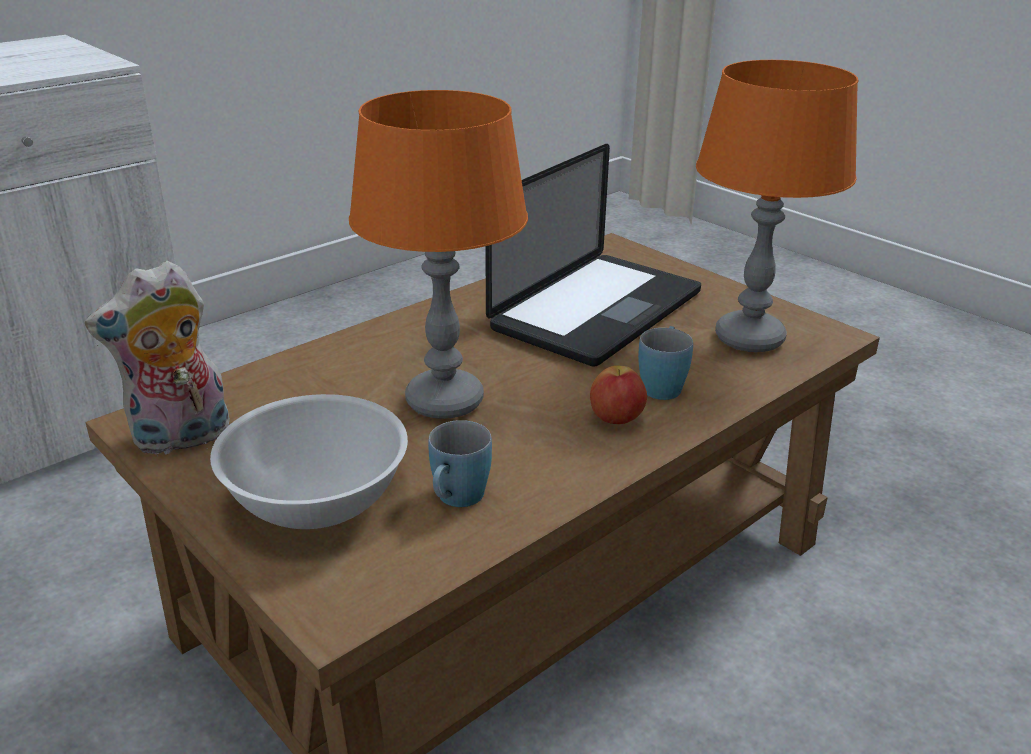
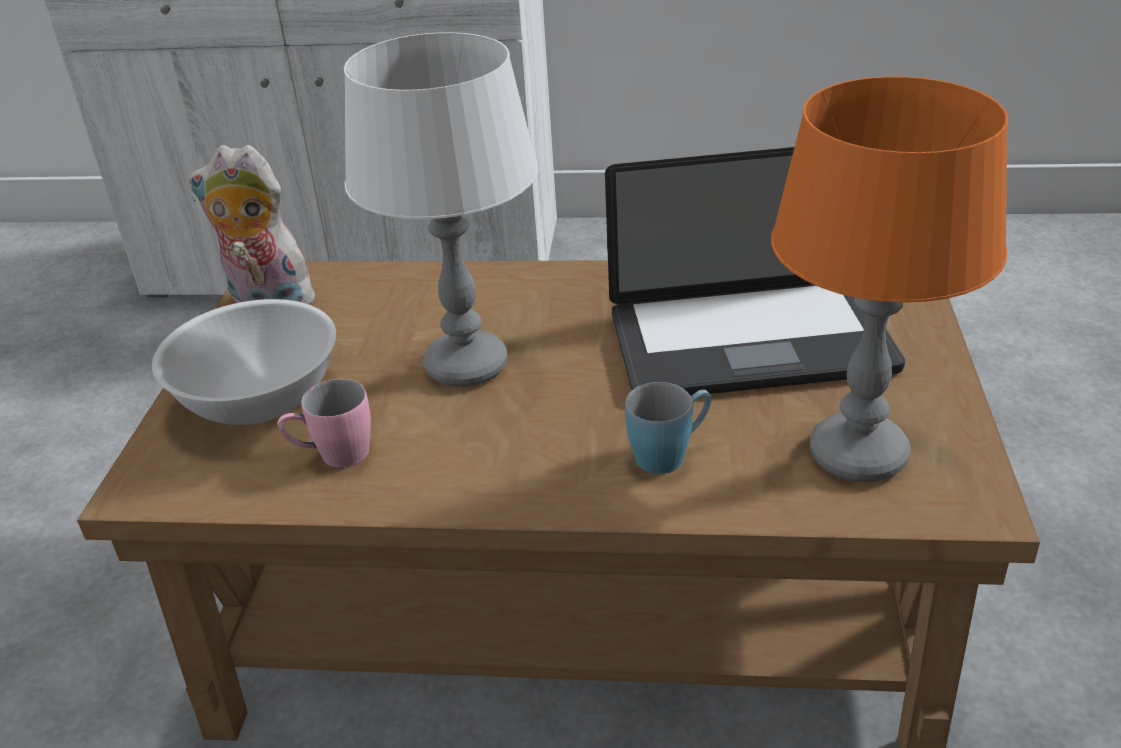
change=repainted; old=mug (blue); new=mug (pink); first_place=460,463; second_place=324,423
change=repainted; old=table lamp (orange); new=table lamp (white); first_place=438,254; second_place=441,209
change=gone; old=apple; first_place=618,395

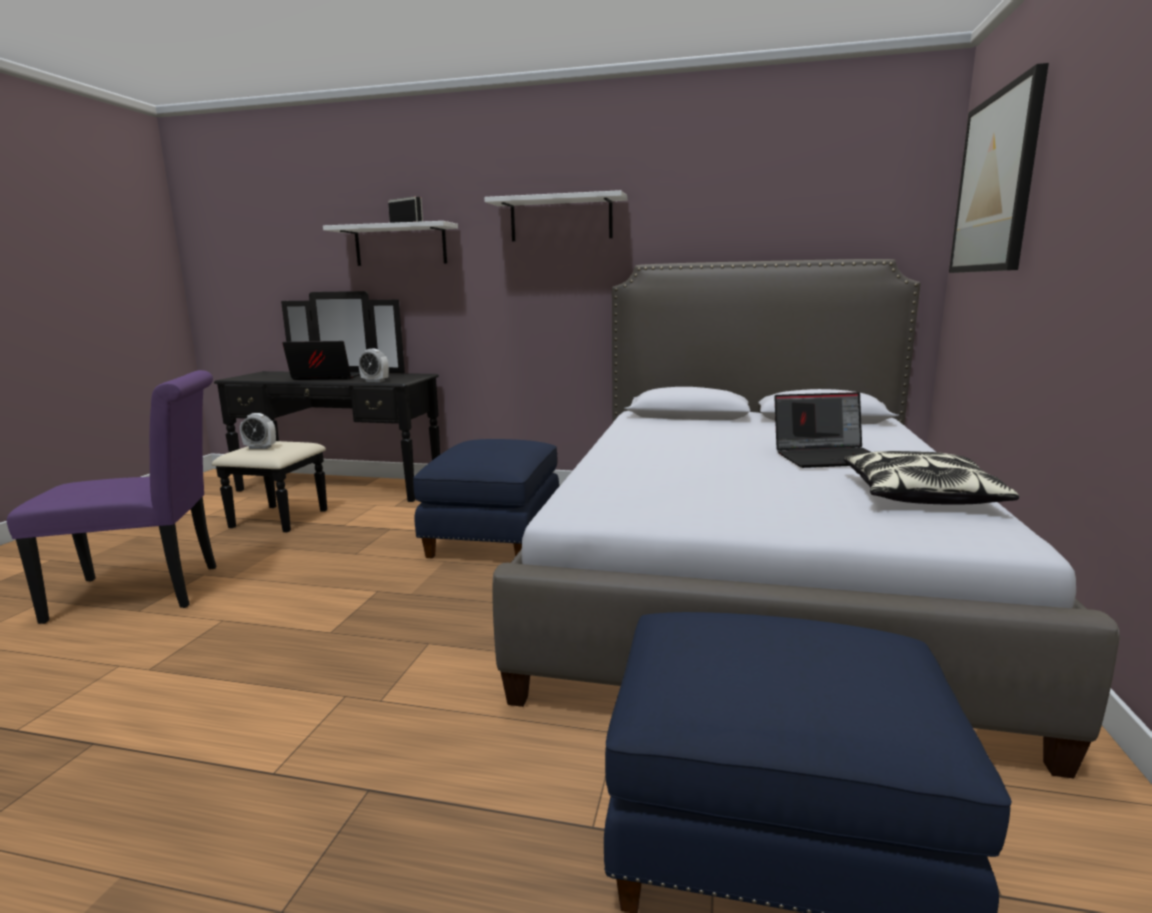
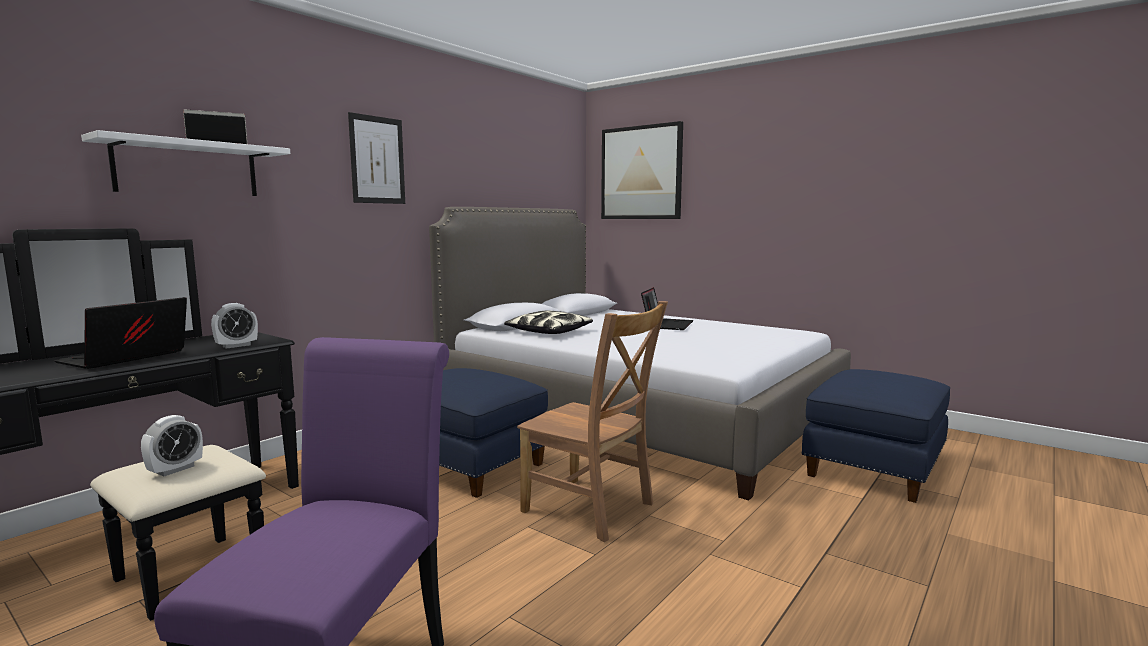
change=swapped; old=shelf (white); new=picture; first_place=555,215; second_place=376,158
change=shifted; old=pillow; first_place=931,478; second_place=548,322
change=new; new=chair (brown); second_place=592,421

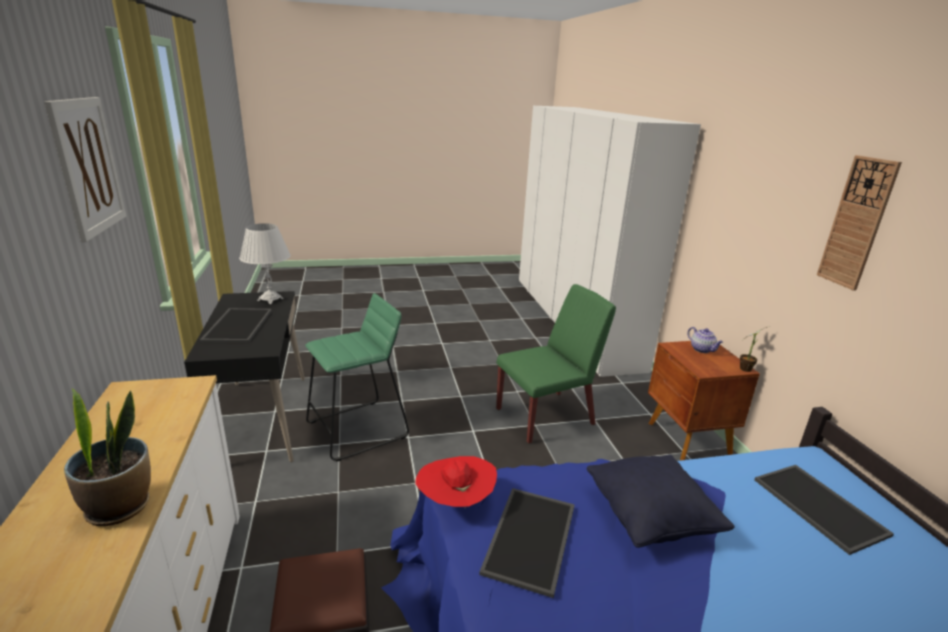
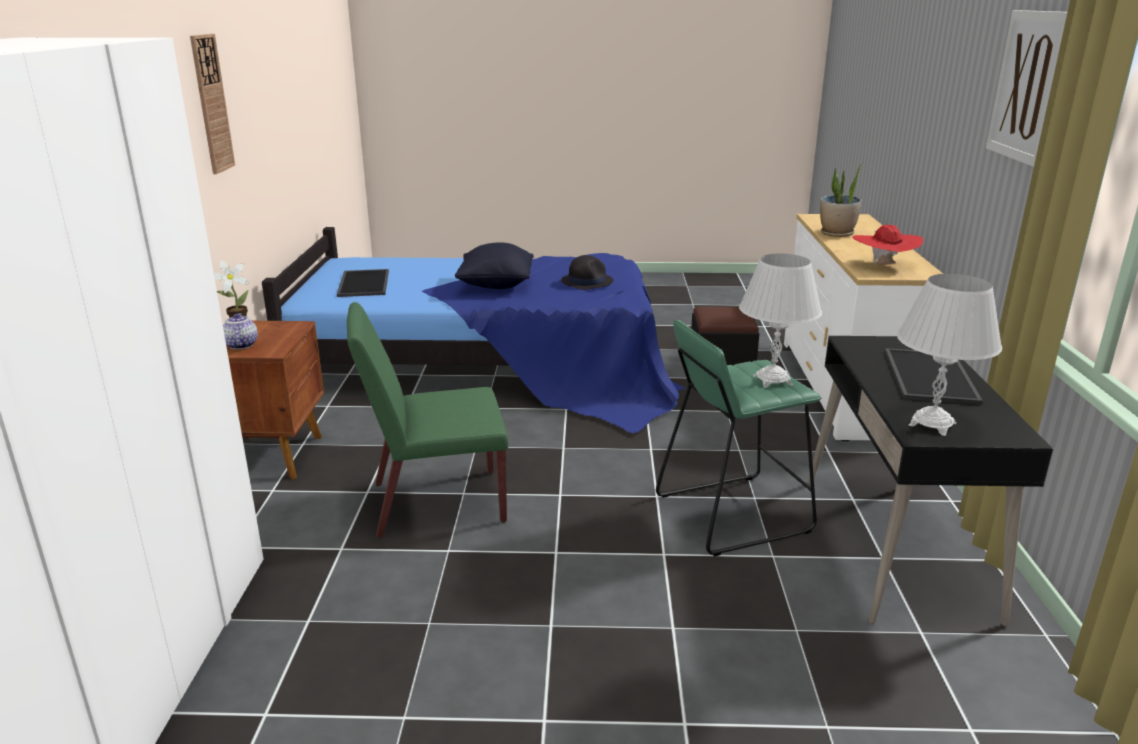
change=swapped; old=tray; new=hat (black); first_place=527,543; second_place=587,272
change=new; new=table lamp (white); second_place=780,320
change=shifted; old=hat (red); first_place=456,482; second_place=887,245

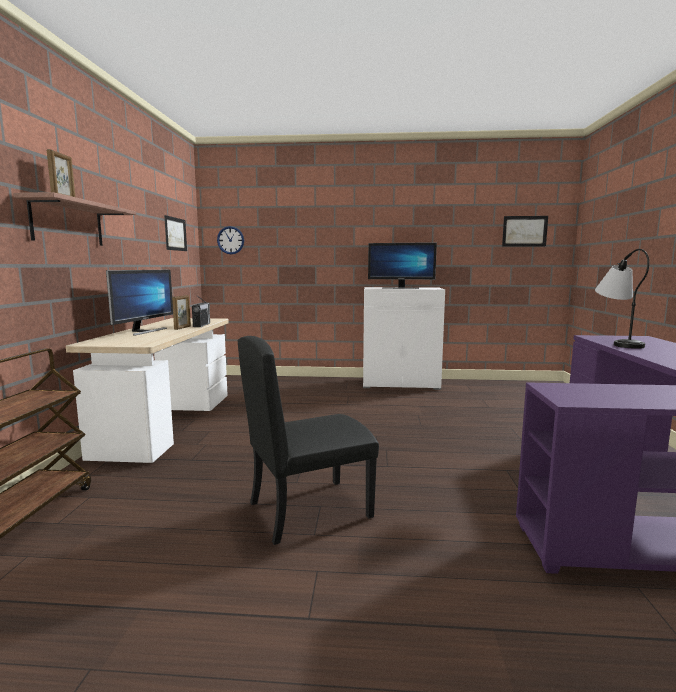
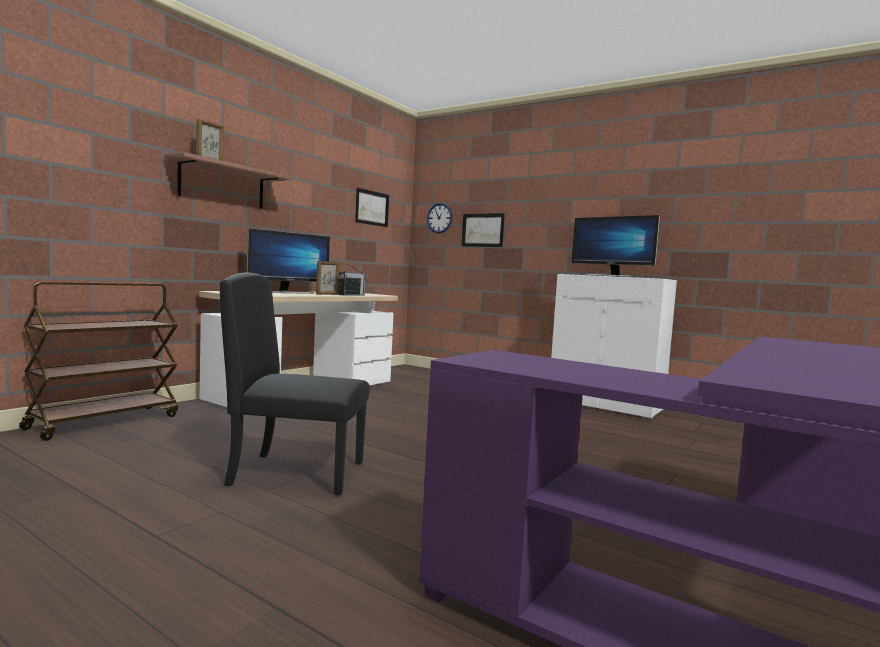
change=shifted; old=picture; first_place=525,231; second_place=483,230
change=gone; old=table lamp; first_place=622,299

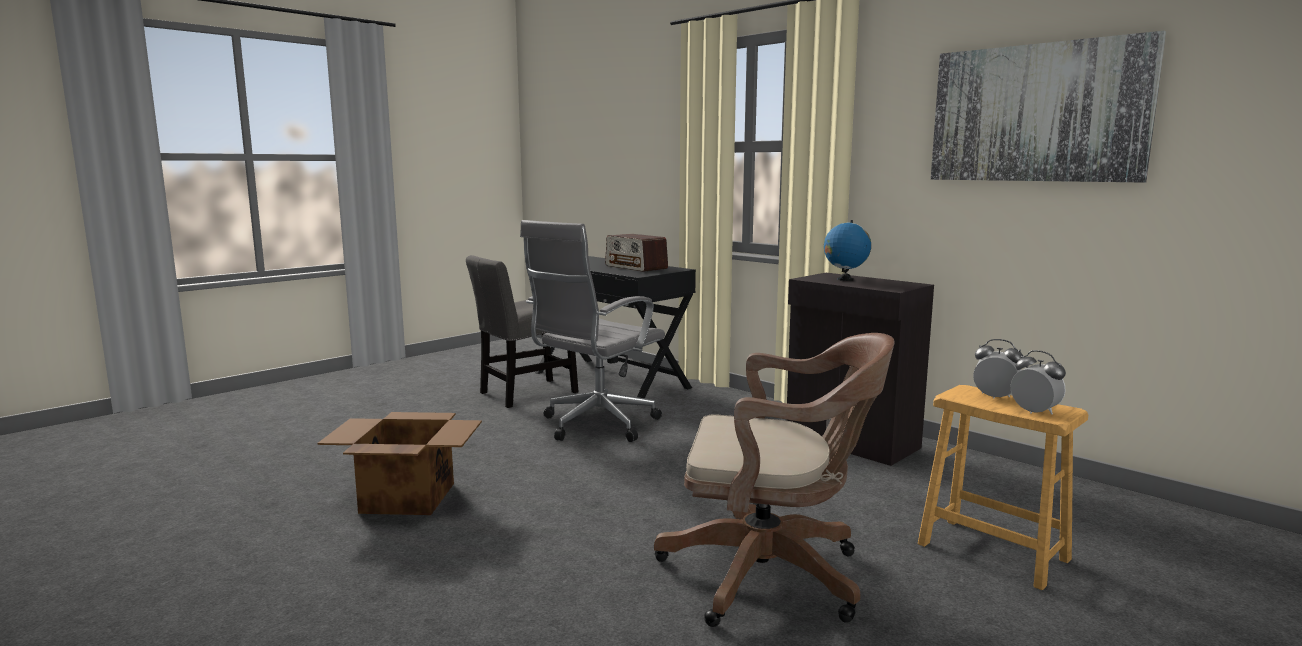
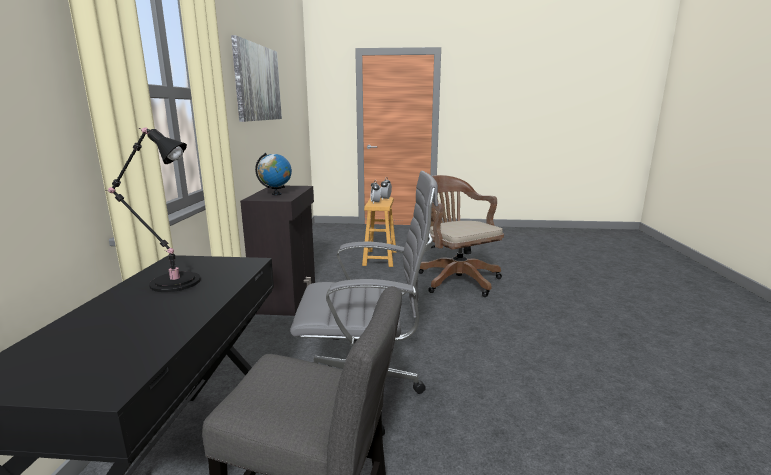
change=swapped; old=radio; new=table lamp (black); first_place=636,253; second_place=153,209
change=gone; old=cardboard box; first_place=399,463

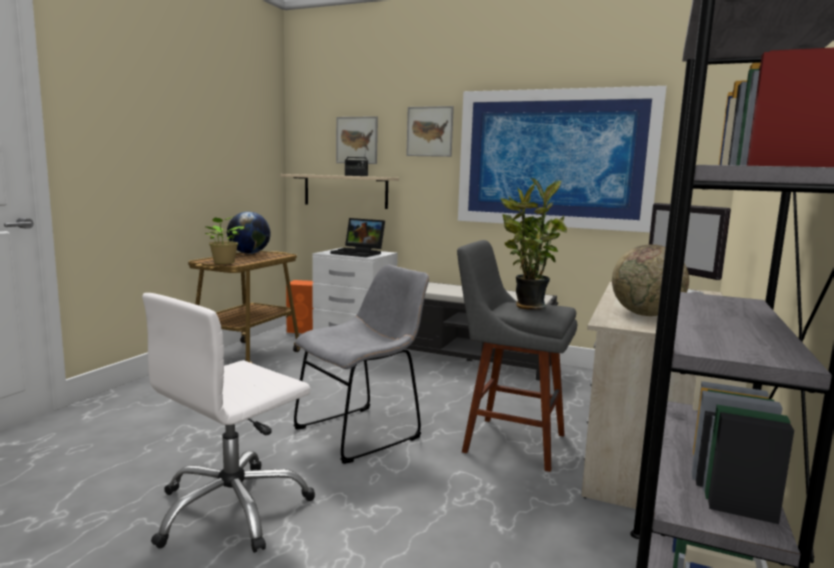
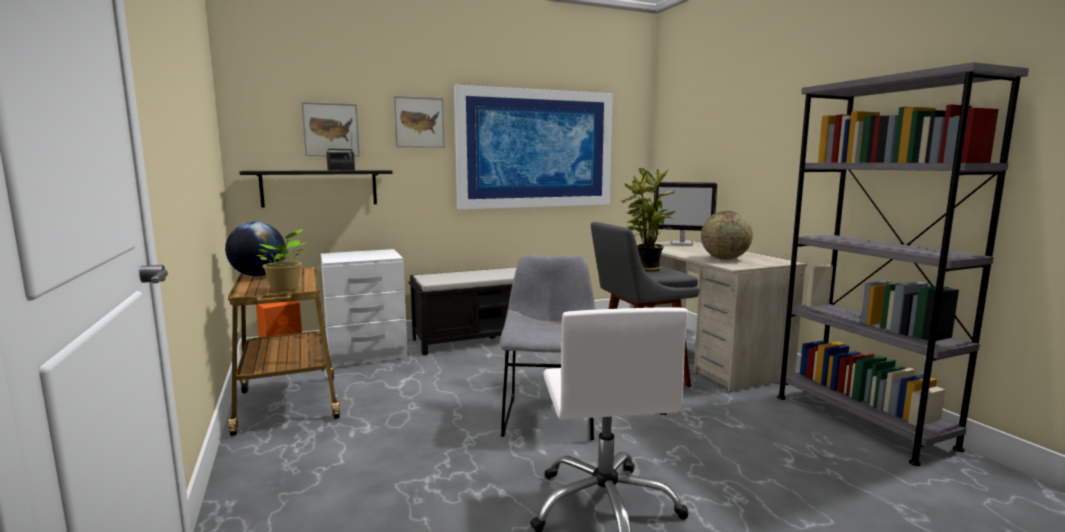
change=repainted; old=shelf (beige); new=shelf (black); first_place=340,191; second_place=316,189
change=gone; old=laptop; first_place=357,237

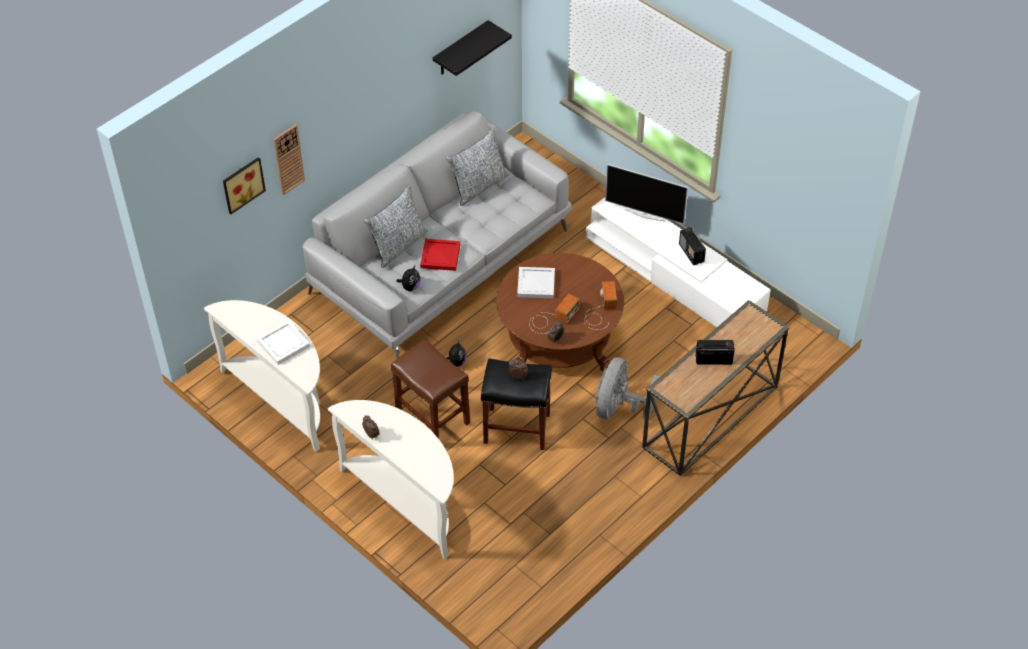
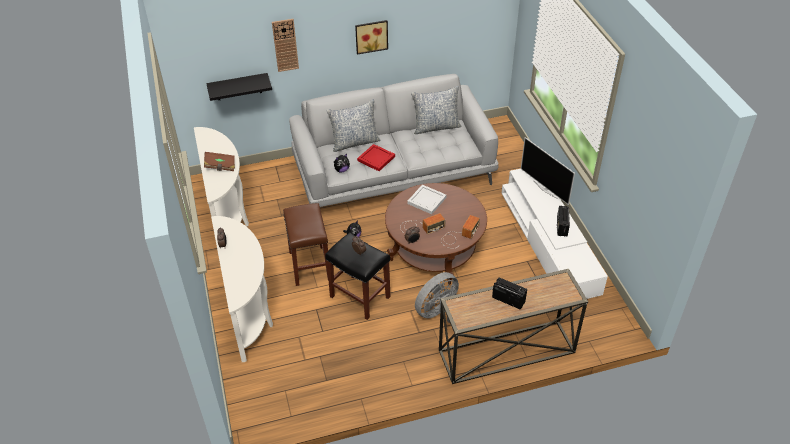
change=swapped; old=tray (white); new=book (brown); first_place=283,342; second_place=219,161
change=shifted; old=shelf (black); first_place=472,48; second_place=239,87
change=shifted; old=picture; first_place=244,185; second_place=371,37

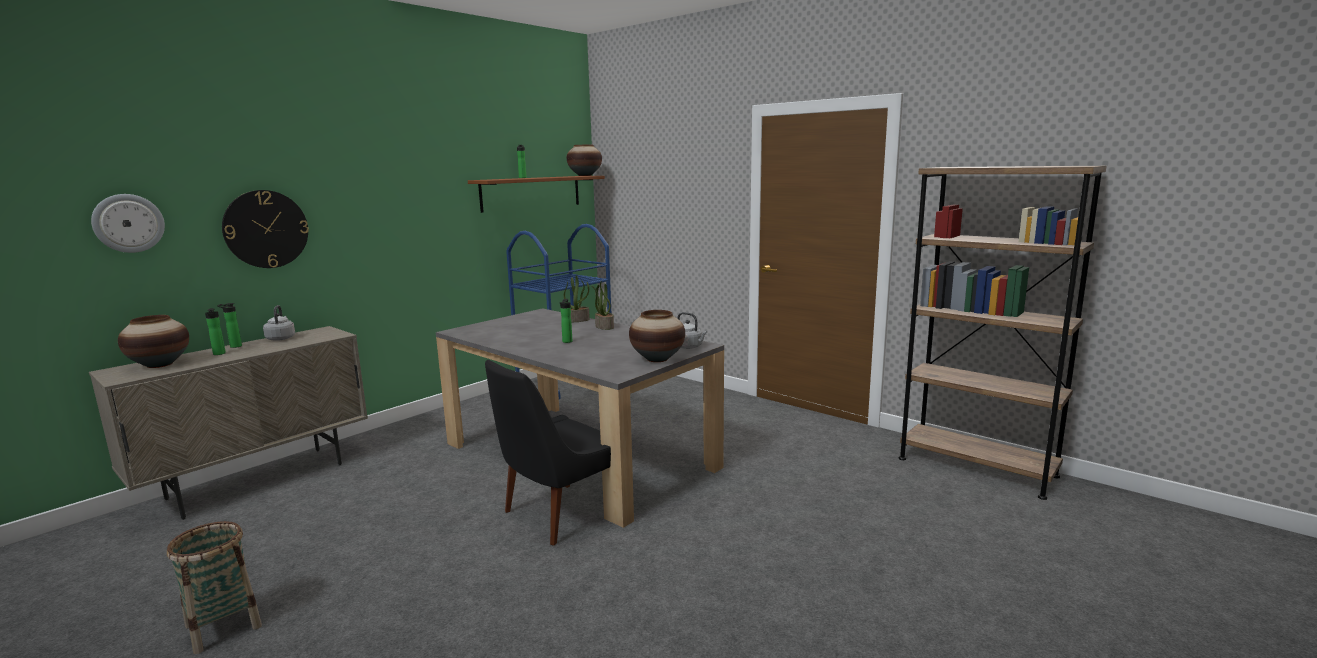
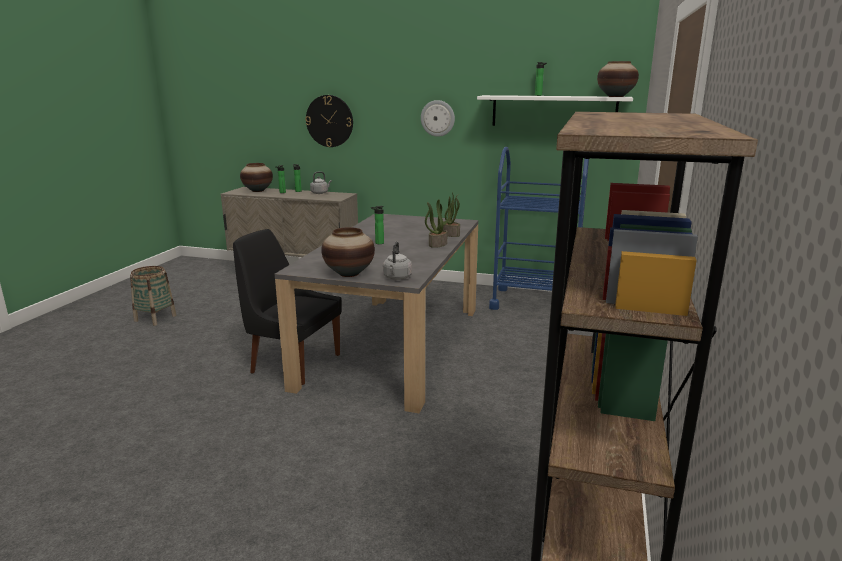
change=shifted; old=wall clock; first_place=128,223; second_place=438,118
change=repainted; old=shelf (brown); new=shelf (white); first_place=536,194; second_place=555,110

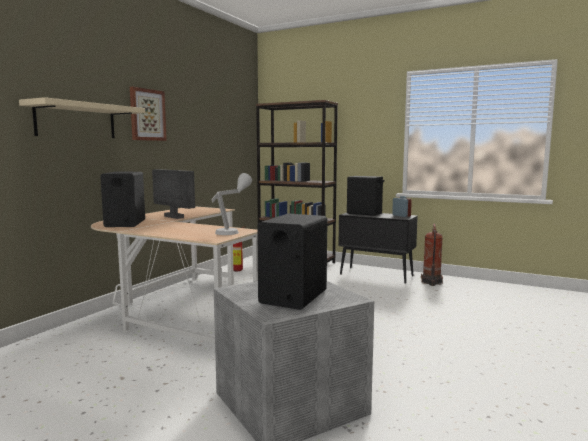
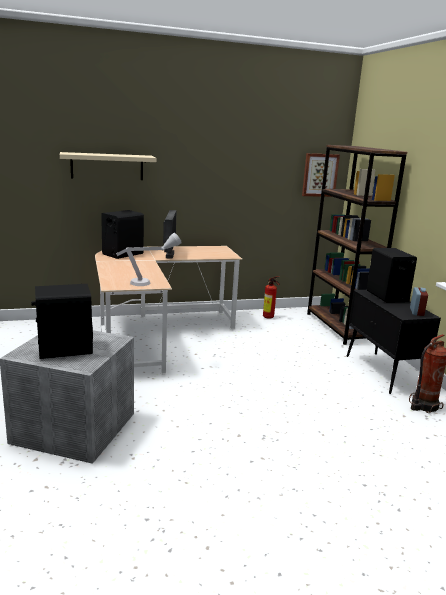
change=shifted; old=picture; first_place=148,114; second_place=321,175

